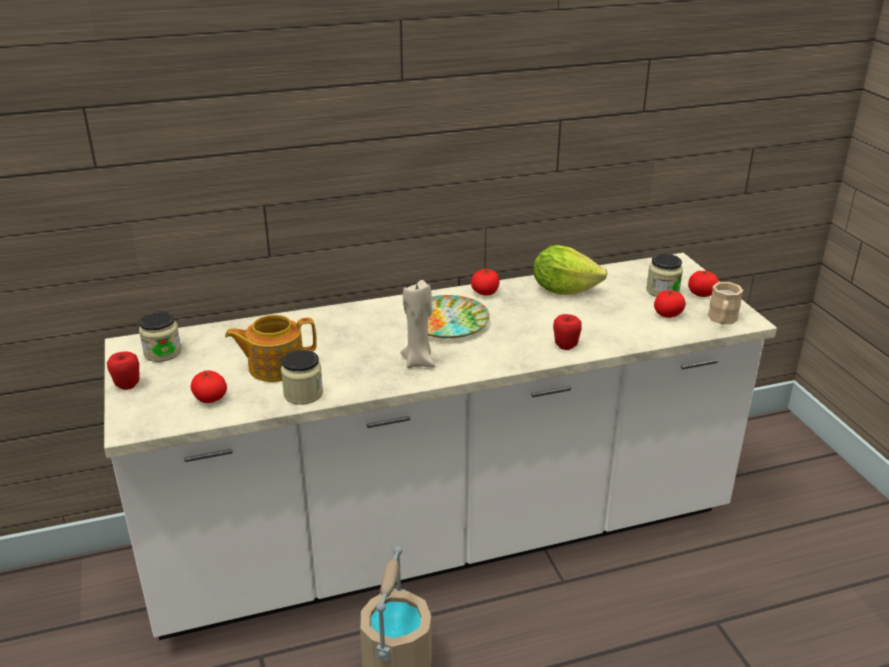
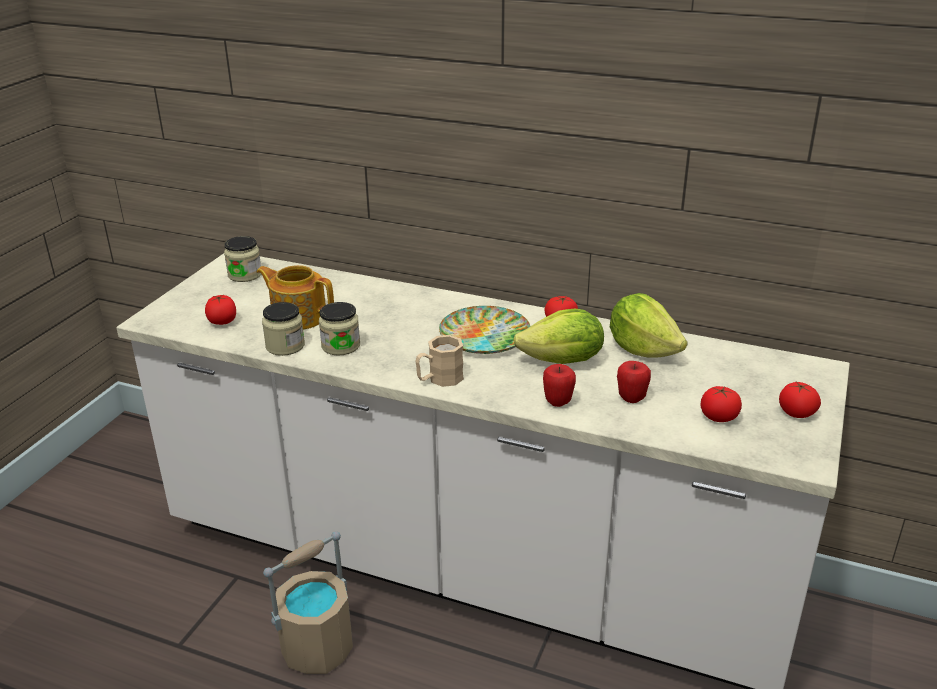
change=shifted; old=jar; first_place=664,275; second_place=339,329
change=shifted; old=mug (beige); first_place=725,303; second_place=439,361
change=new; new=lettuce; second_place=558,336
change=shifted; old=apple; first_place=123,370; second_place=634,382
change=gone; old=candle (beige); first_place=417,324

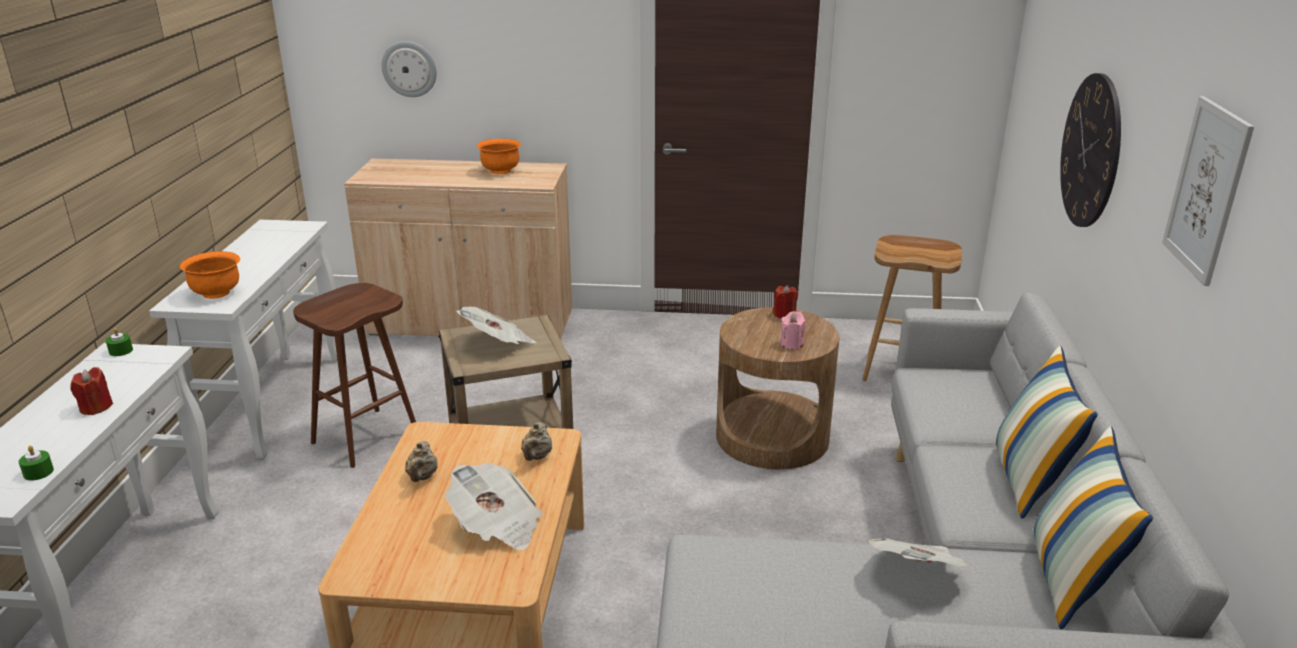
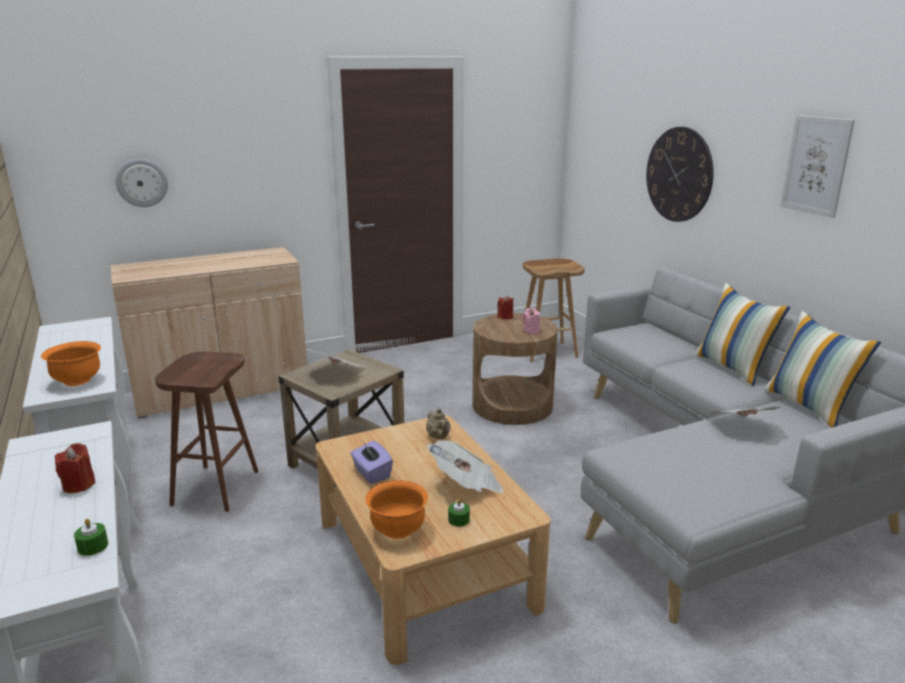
change=swapped; old=teapot (beige); new=tissue box (purple); first_place=421,461; second_place=371,462
change=shifted; old=bowl (orange); first_place=499,156; second_place=396,509
change=shifted; old=candle (green); first_place=119,342; second_place=459,512

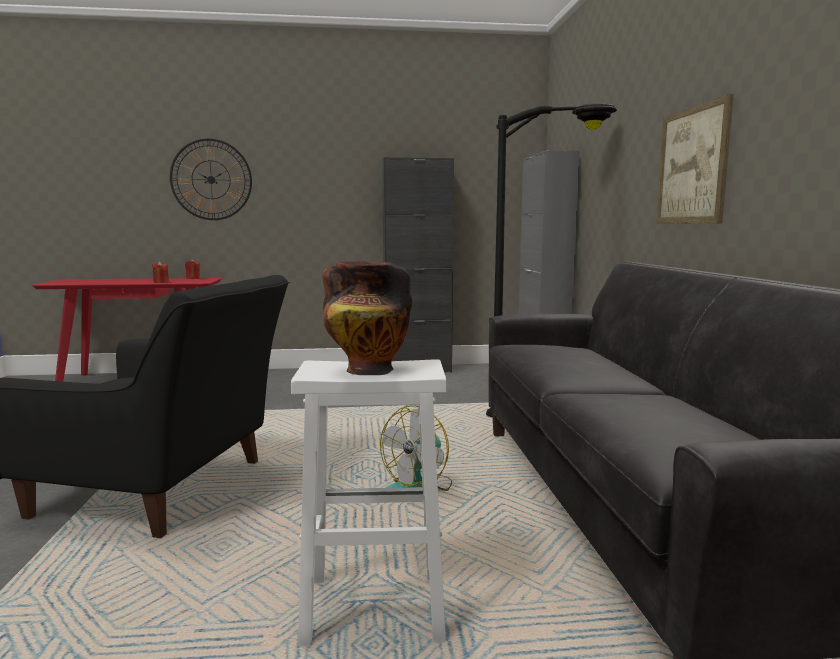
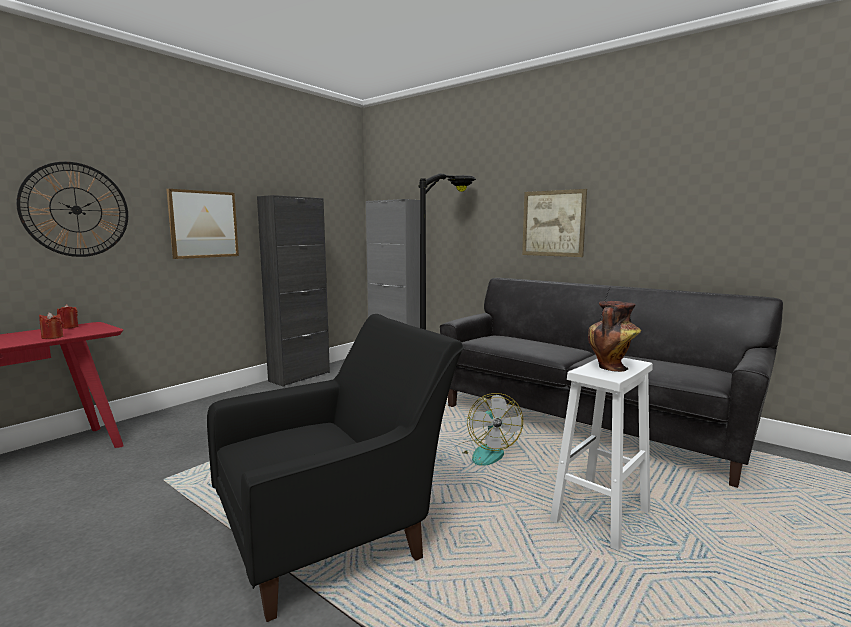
change=new; new=picture; second_place=202,224

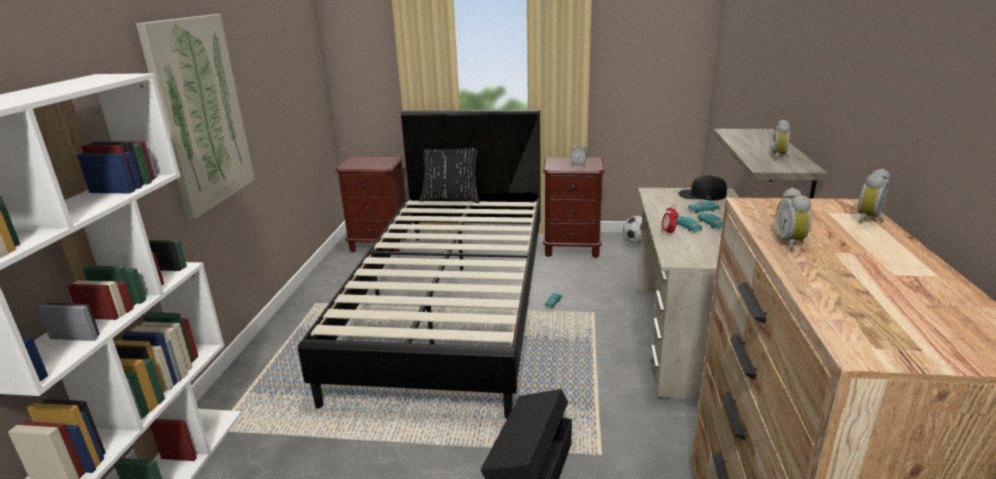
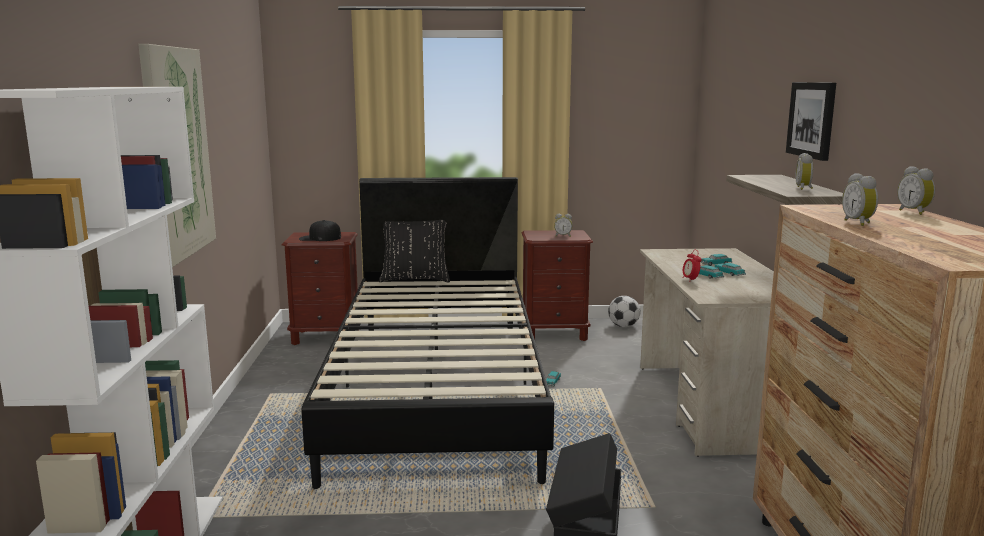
change=shifted; old=cap (black); first_place=703,187; second_place=320,230
change=new; new=picture; second_place=811,121
change=rotated; old=alarm clock; first_place=874,196; second_place=916,190; degrees=-45

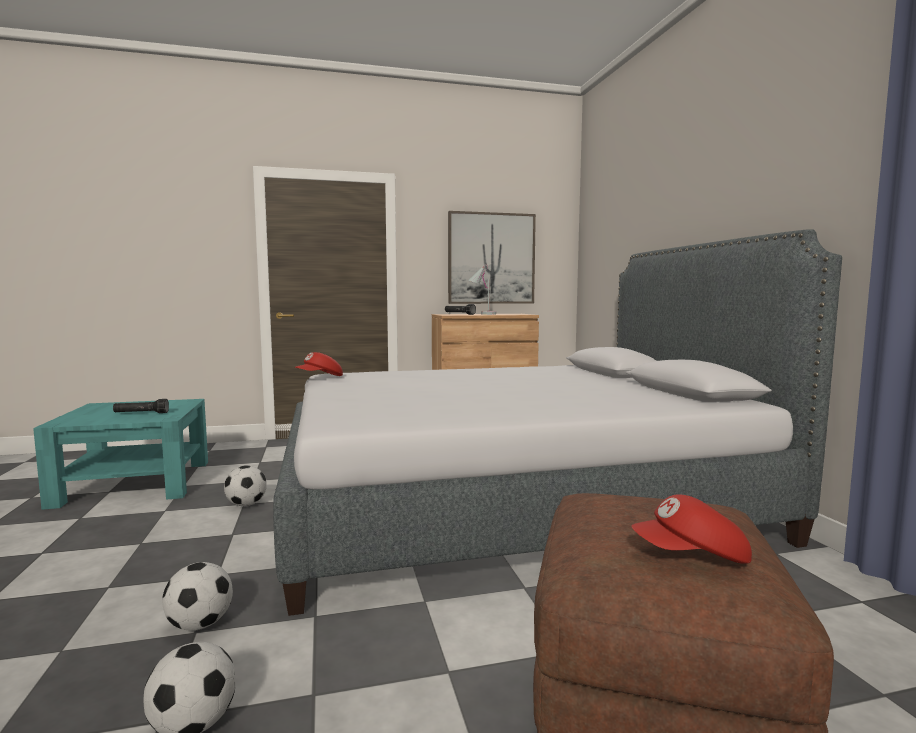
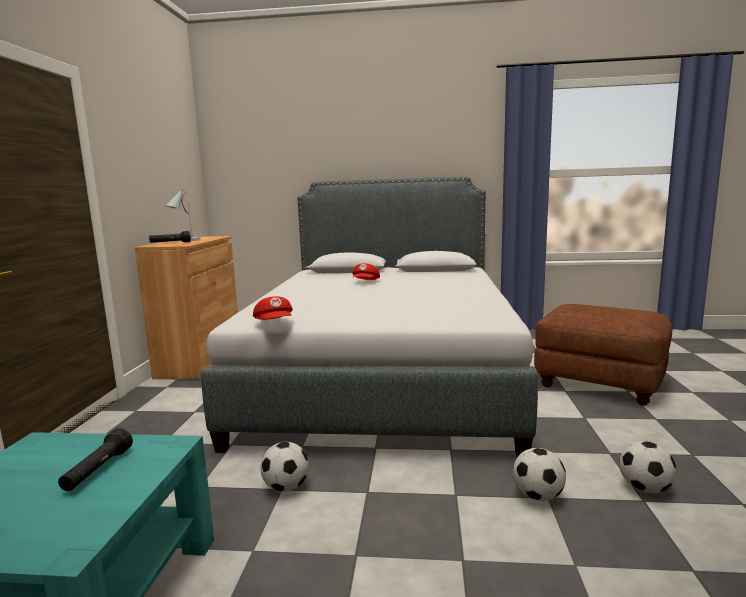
change=shifted; old=cap (red); first_place=691,529; second_place=366,271
change=gone; old=picture; first_place=492,257

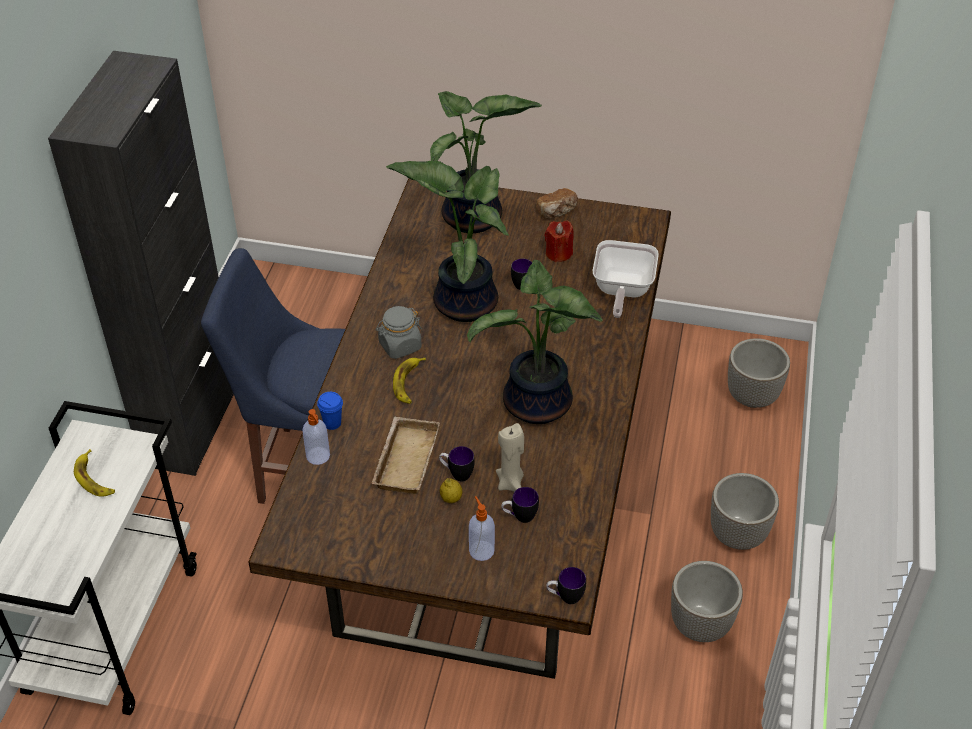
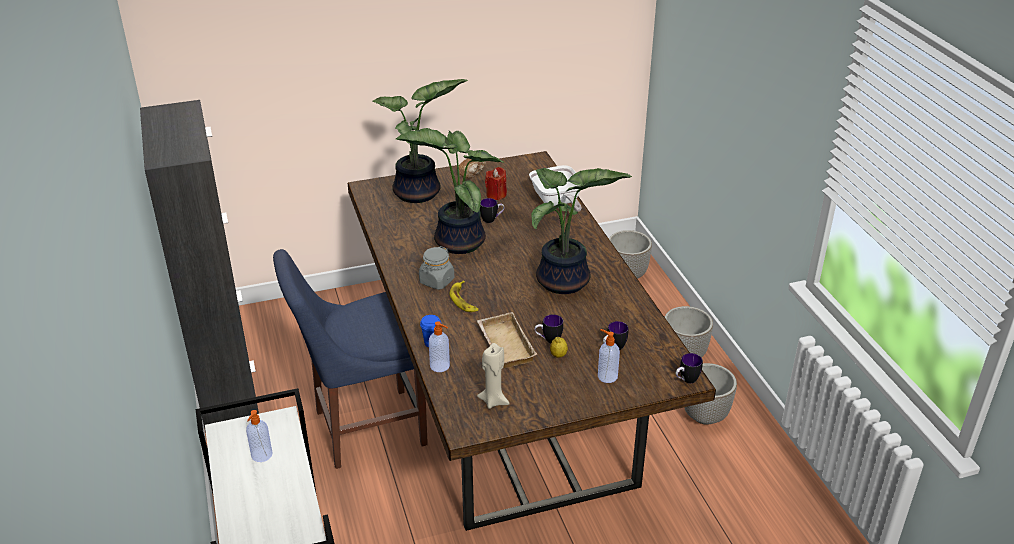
change=swapped; old=banana; new=soap dispenser; first_place=94,473; second_place=259,436
change=shifted; old=candle (beige); first_place=510,457; second_place=493,376

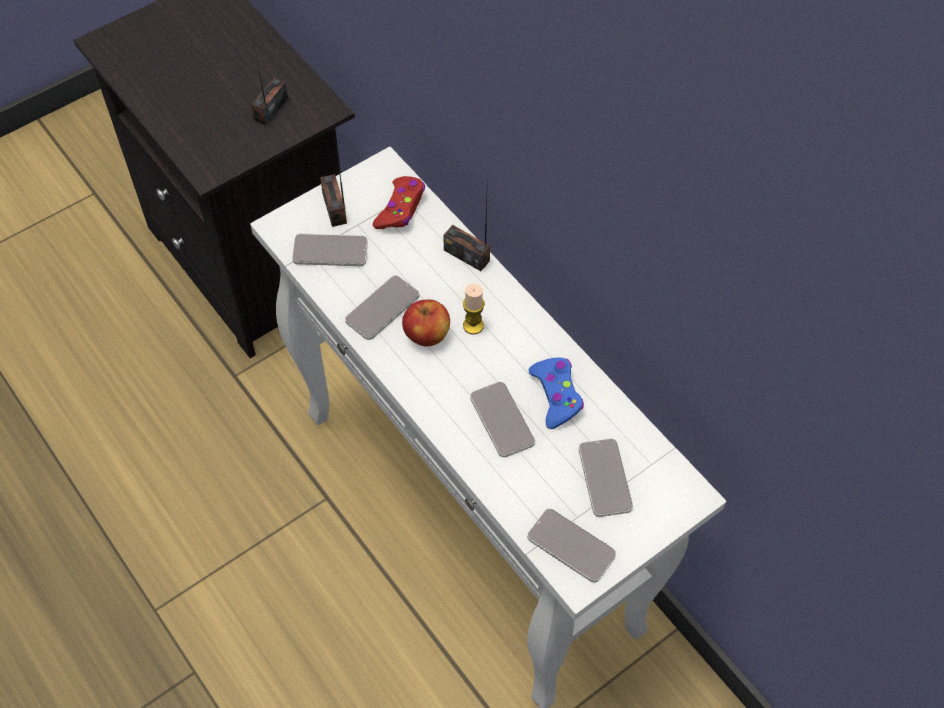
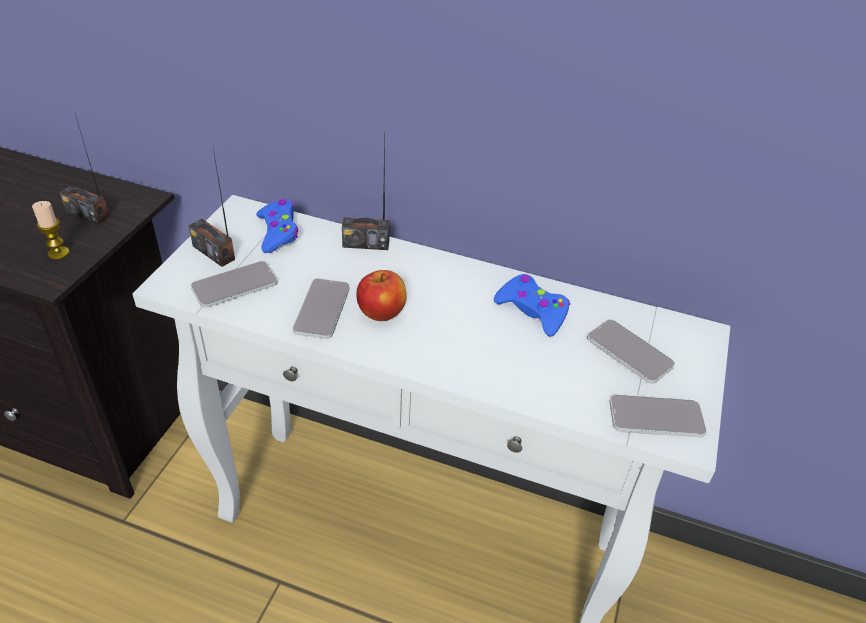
change=shifted; old=candle; first_place=474,309; second_place=50,230
change=rotated; old=radio; first_place=269,82; second_place=84,169; degrees=-60
change=repainted; old=game controller (red); new=game controller (blue); first_place=399,202; second_place=277,226
change=gone; old=phone; first_place=502,419

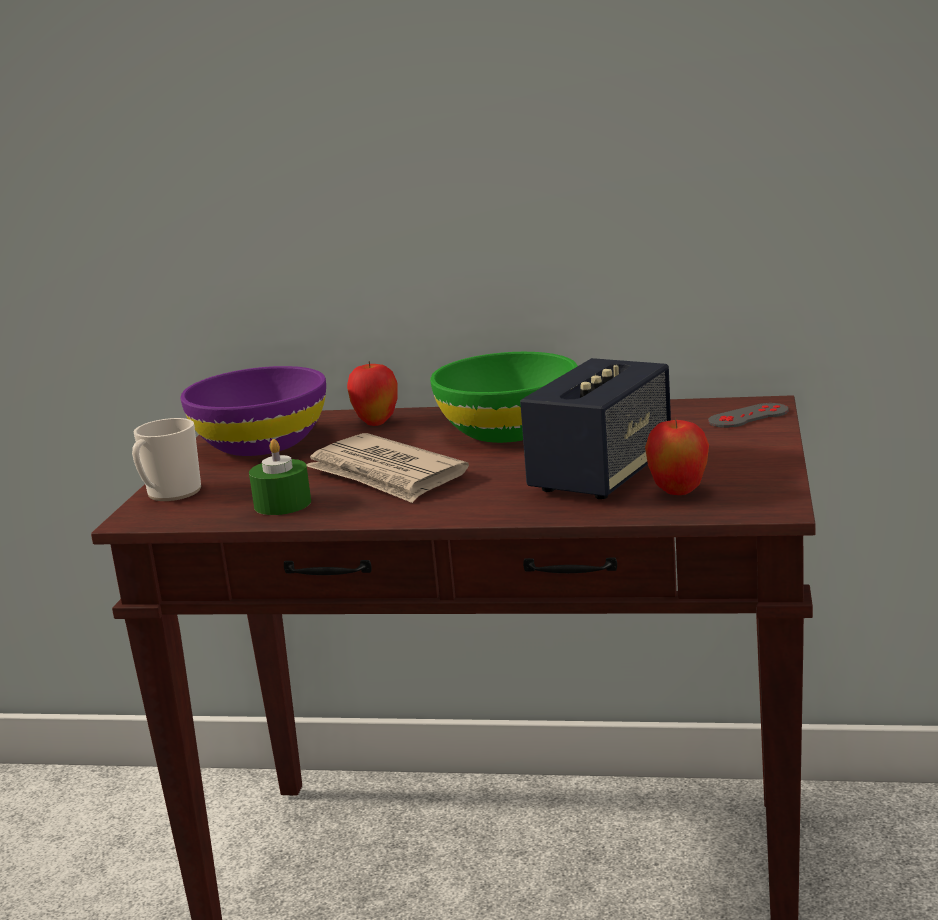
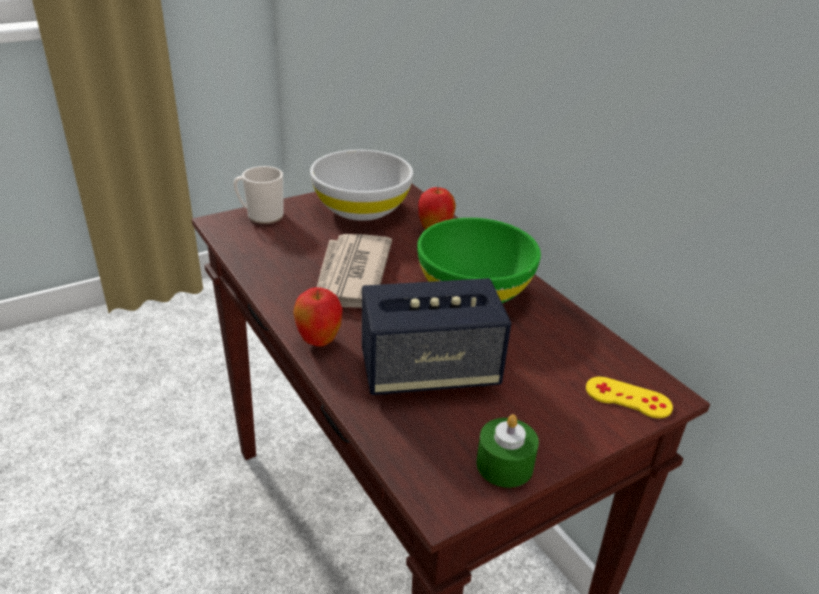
change=shifted; old=apple; first_place=677,456; second_place=318,316
change=repainted; old=bowl (purple); new=bowl (white); first_place=253,411; second_place=361,185
change=shifted; old=candle (green); first_place=280,477; second_place=507,451
change=repainted; old=game controller (grey); new=game controller (yellow); first_place=748,415; second_place=629,397

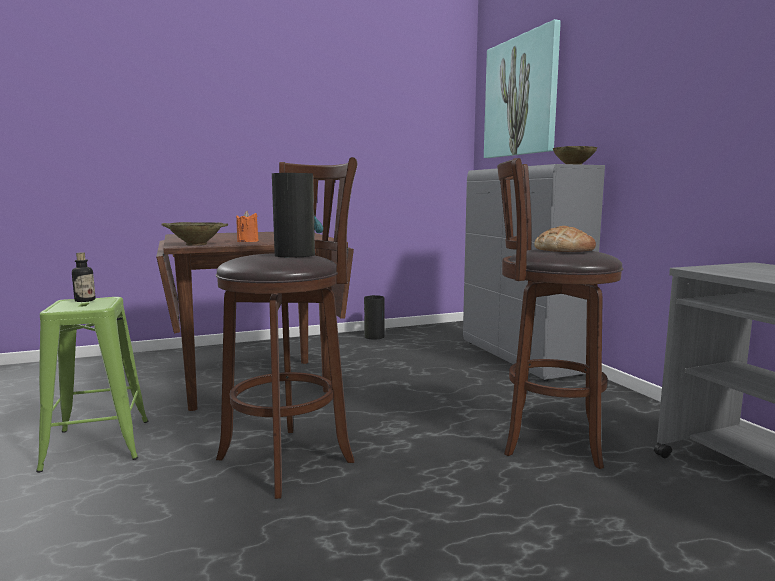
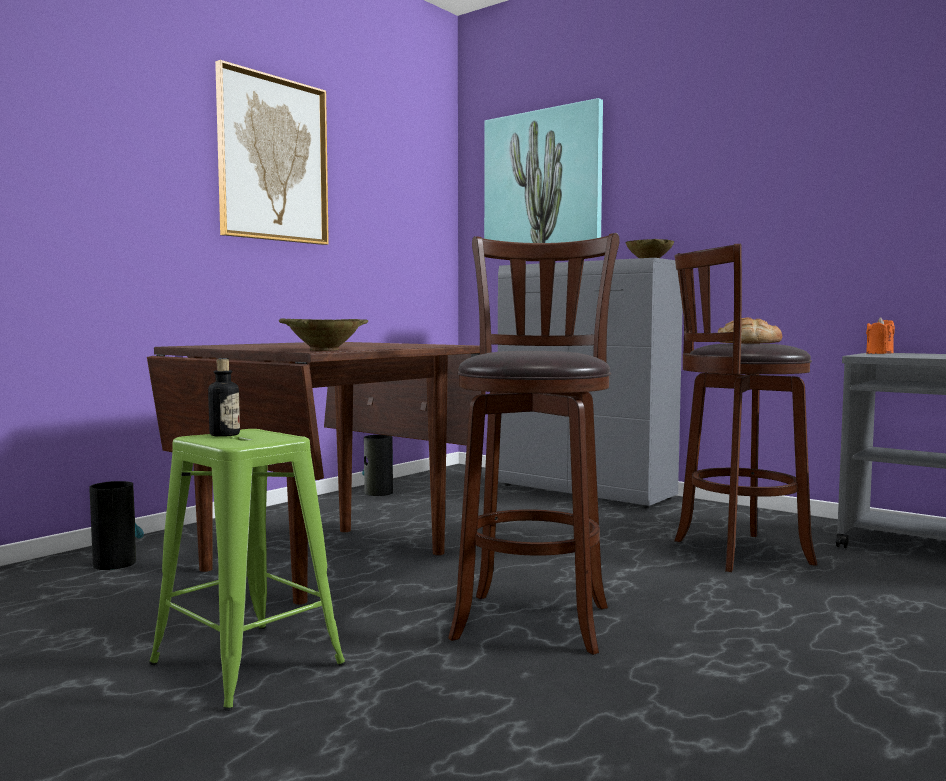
change=shifted; old=vase; first_place=297,215; second_place=116,525
change=new; new=picture; second_place=272,152
change=shifted; old=candle (orange); first_place=247,226; second_place=880,335

